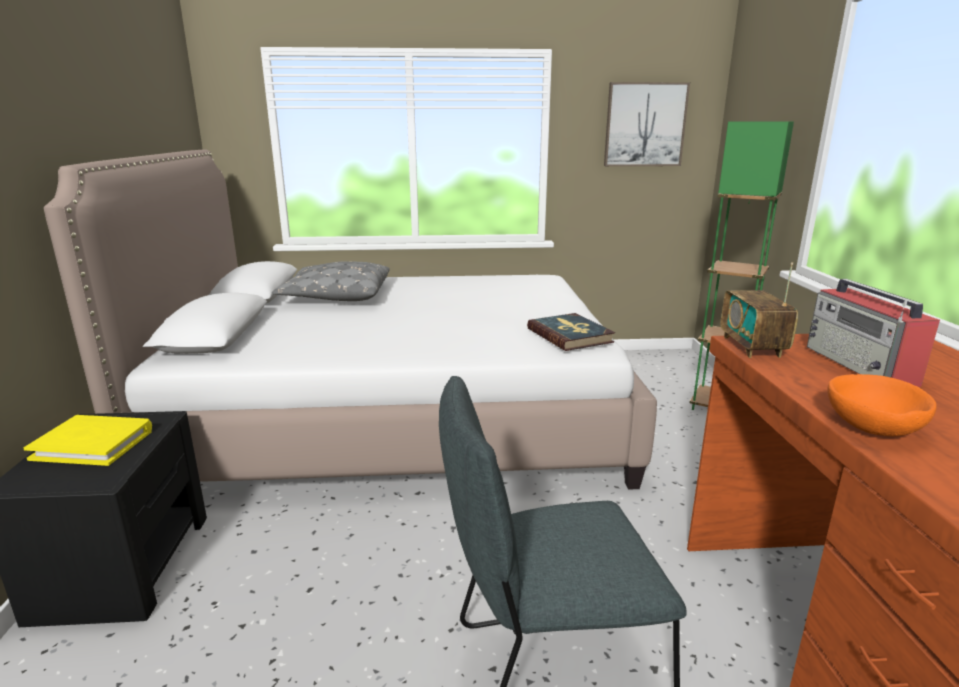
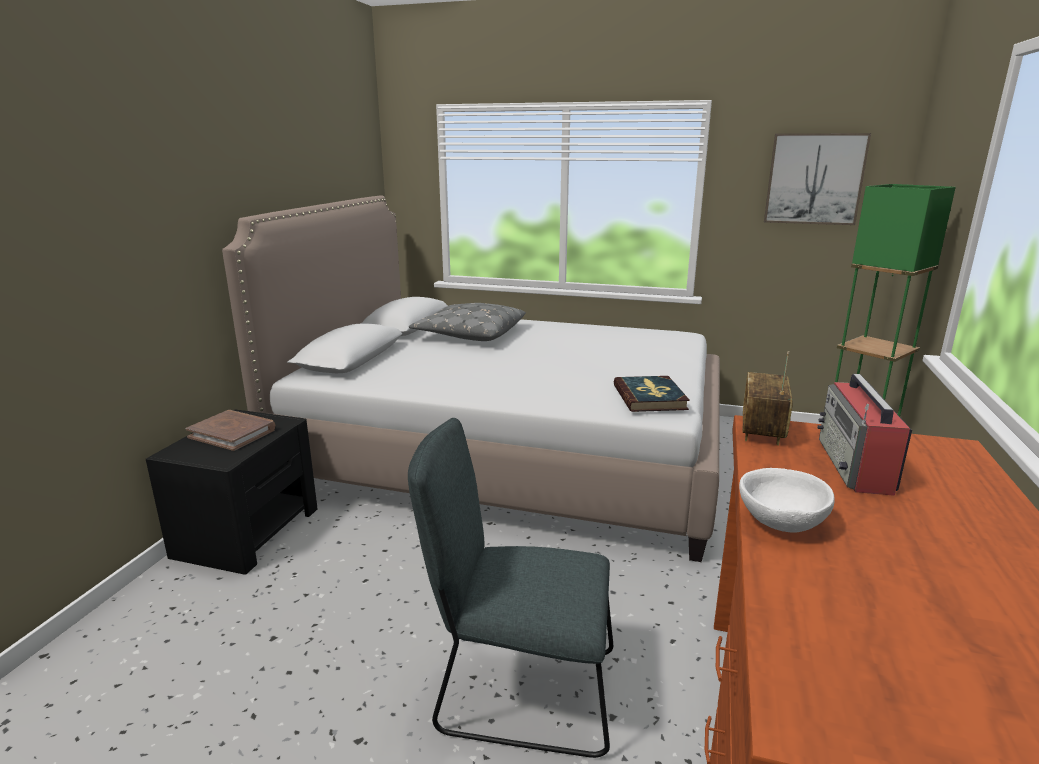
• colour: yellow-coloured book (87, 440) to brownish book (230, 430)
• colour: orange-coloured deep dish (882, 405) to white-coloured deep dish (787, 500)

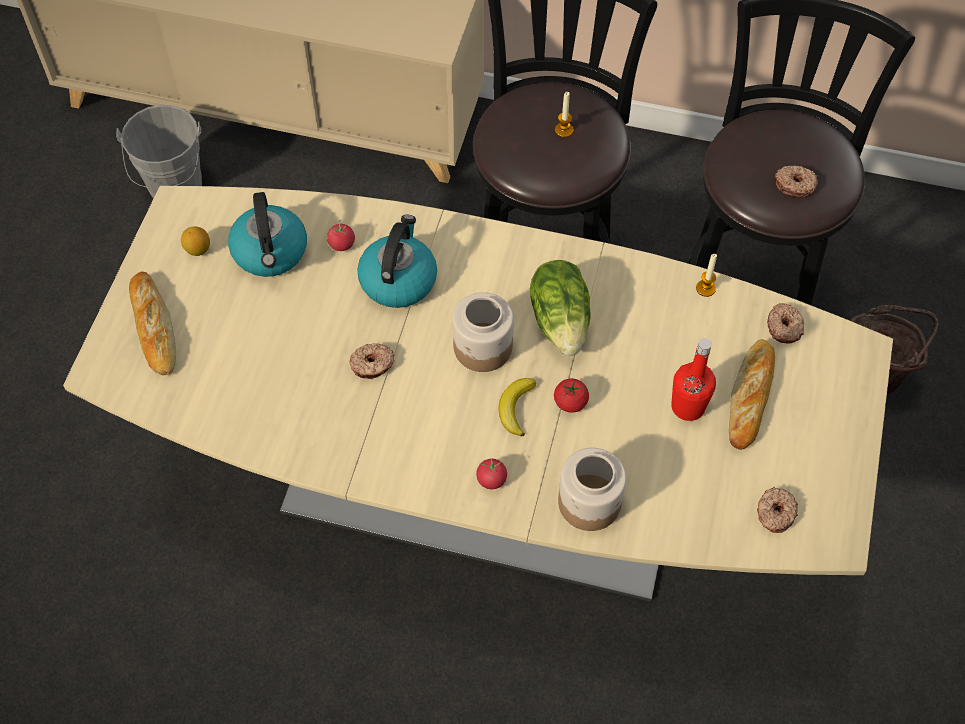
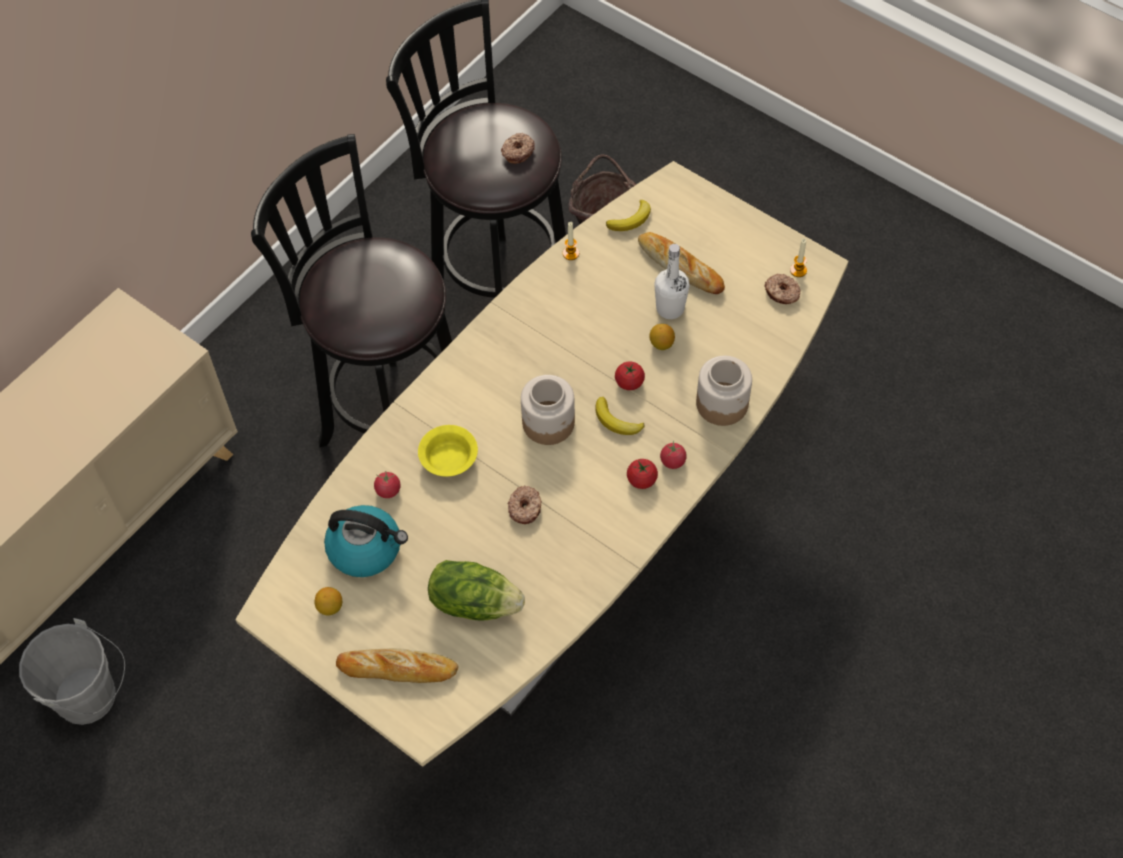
• exchanged: water kettle (397, 261) to yellow-coloured deep dish (448, 451)
• relocated: lettuce (560, 308) to (476, 590)
• exchanged: doughnut (785, 323) to banana (628, 215)
• appeared: tomato (642, 474)
• appeared: lemon (662, 337)
• colour: reddish drink bottle (693, 379) to white-coloured drink bottle (672, 281)
• relocated: wax light (564, 114) to (798, 258)

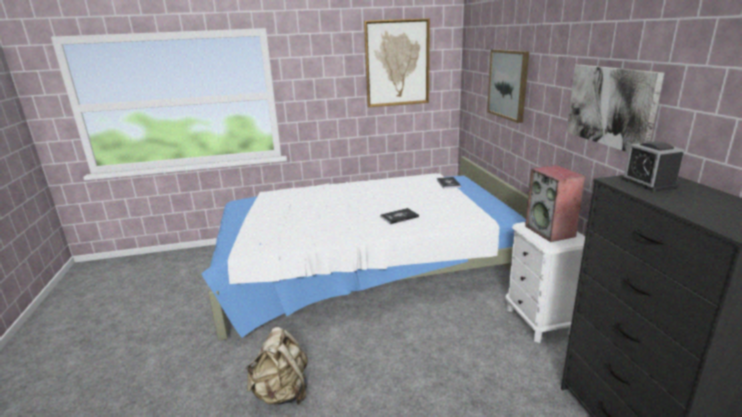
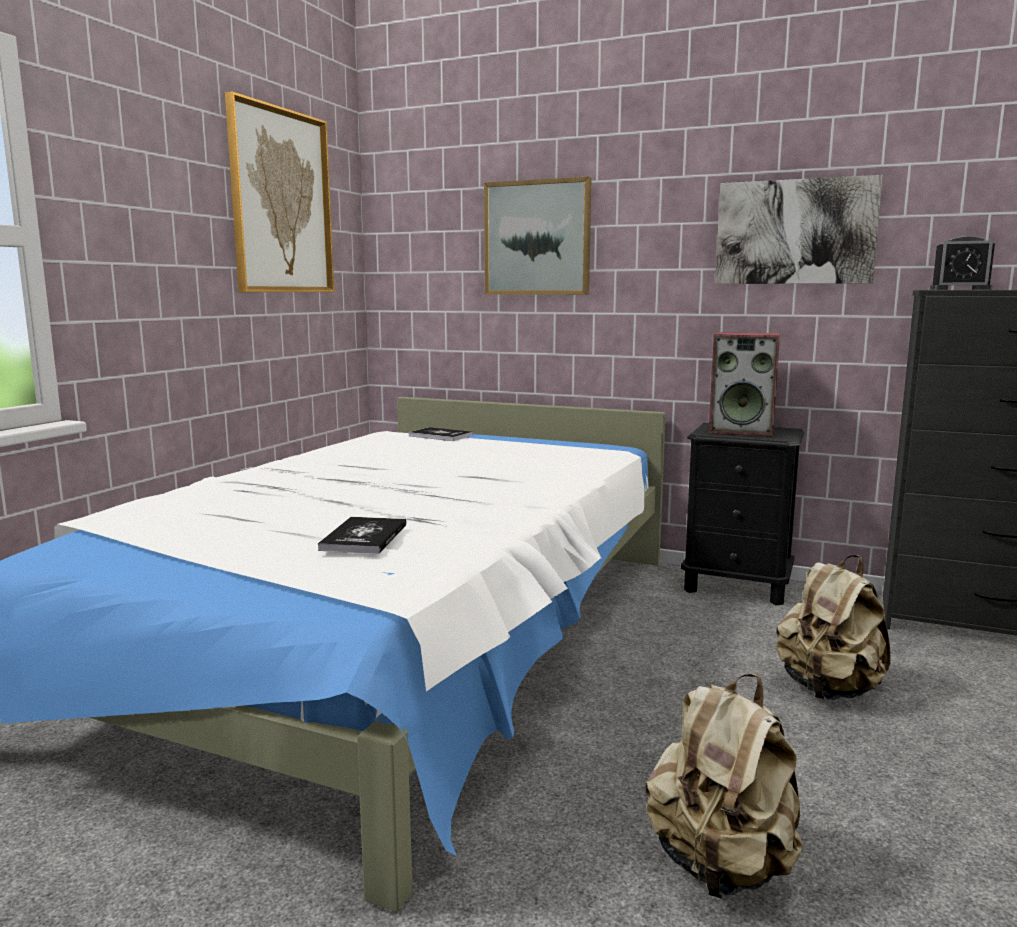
• relocated: book (399, 216) to (362, 535)
• colour: white-coloured night table (545, 282) to black night table (742, 514)
• appeared: sand-coloured knapsack (833, 627)

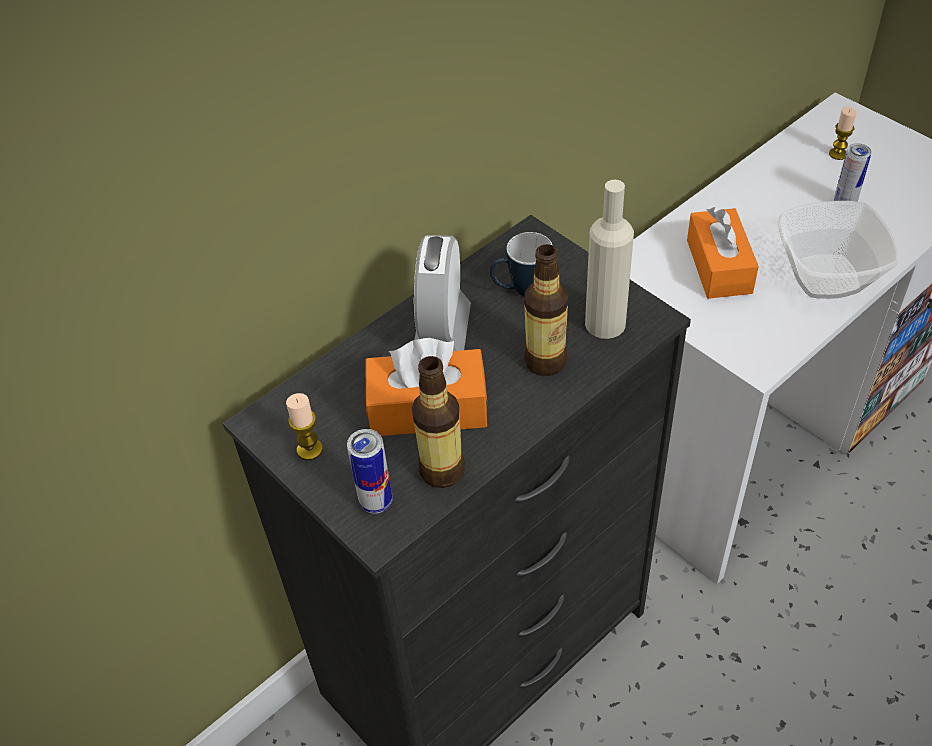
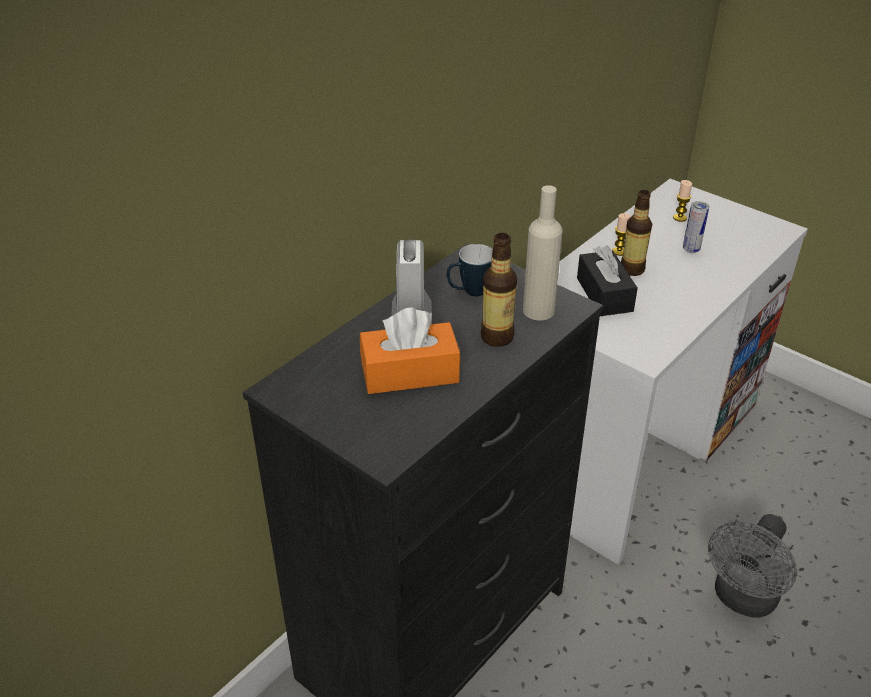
• colour: orange-coloured box of tissues (723, 253) to black box of tissues (607, 281)
• relocated: wax light (304, 426) to (621, 234)
• relocated: drink bottle (438, 422) to (636, 233)
• appeared: greyish electric fan (752, 566)
• missing: can (369, 471)
• missing: deep dish (838, 250)

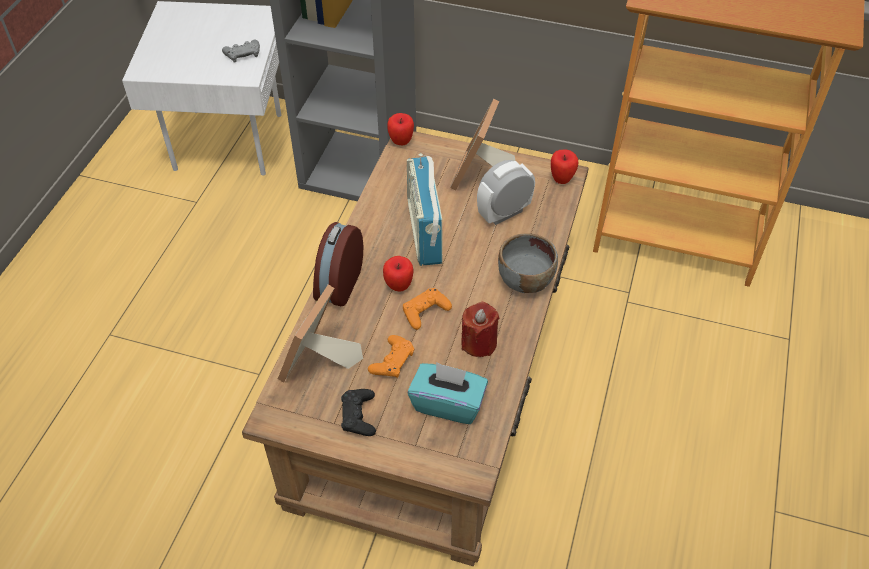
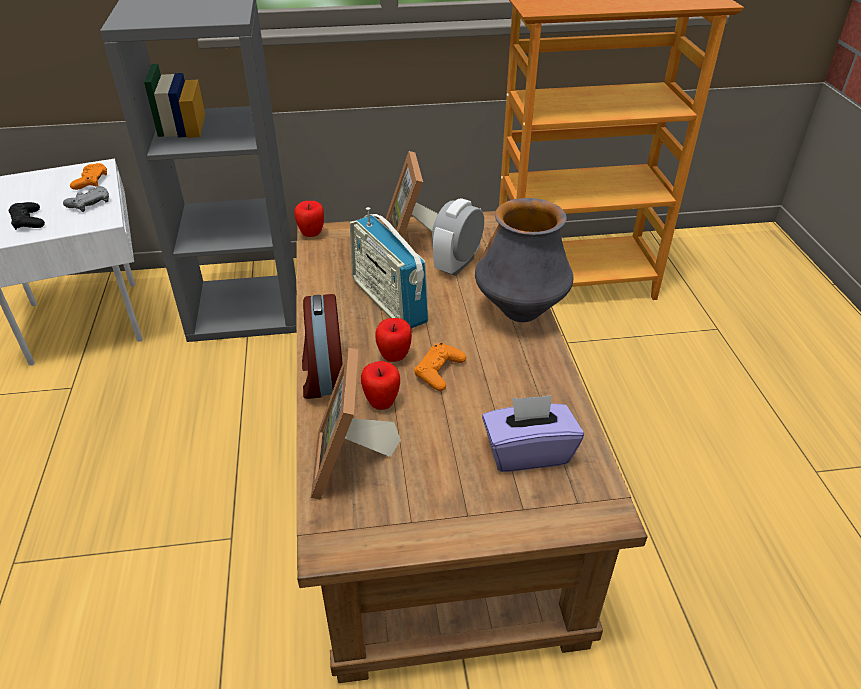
• relocated: black joypad (358, 412) to (26, 216)
• relocated: orange-coloured joypad (391, 356) to (88, 176)
• relocated: apple (564, 167) to (380, 385)
• exchanged: greyish deep dish (528, 263) to vase (524, 260)
• colour: turquoise box of tissues (448, 393) to purple-coloured box of tissues (533, 433)
• missing: reddish wax light (480, 329)

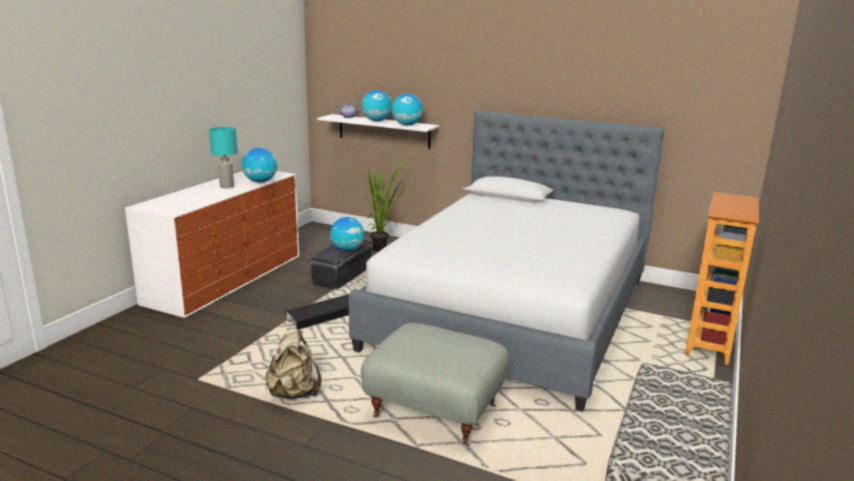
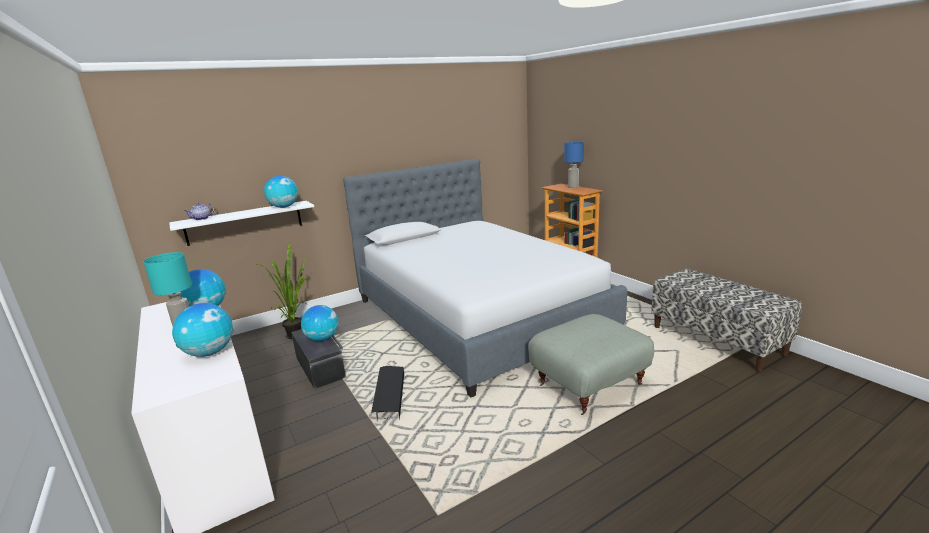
• relocated: desk globe (377, 105) to (203, 330)
• appeared: blue tabletop lamp (574, 165)
• missing: sand-coloured knapsack (293, 364)

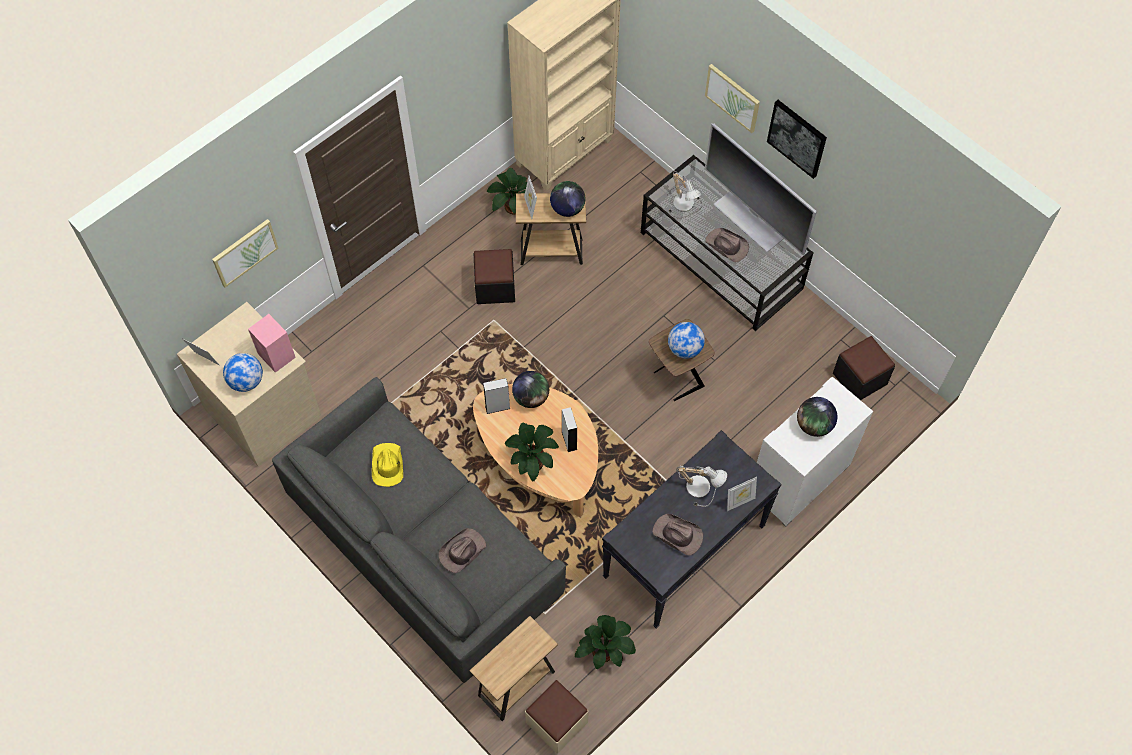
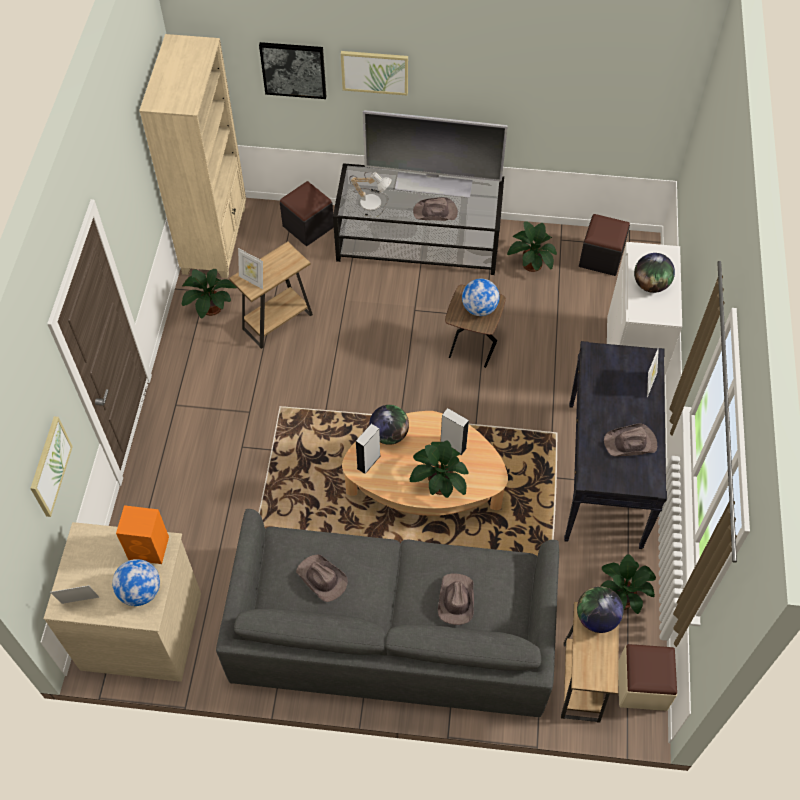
• colour: pink-coloured speaker (272, 343) to orange-coloured speaker (142, 534)
• relocated: picture (797, 139) to (292, 70)
• relocated: black ottoman (494, 276) to (307, 213)
• colour: yellow-coloured hat (387, 465) to brownish hat (322, 578)
• appeared: potted plant (532, 246)
• relocated: desk globe (567, 199) to (600, 609)
• missing: tabletop lamp (701, 486)

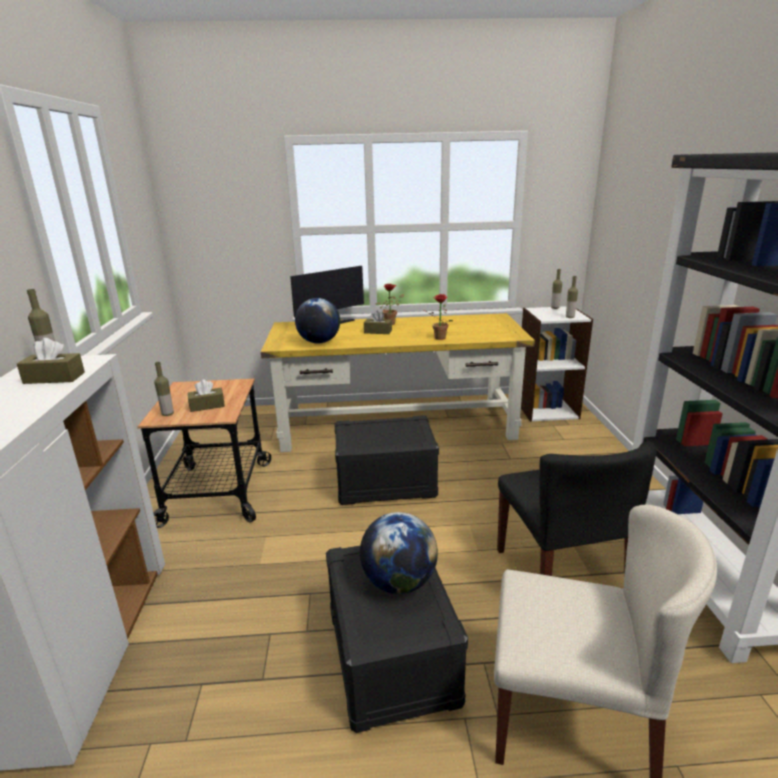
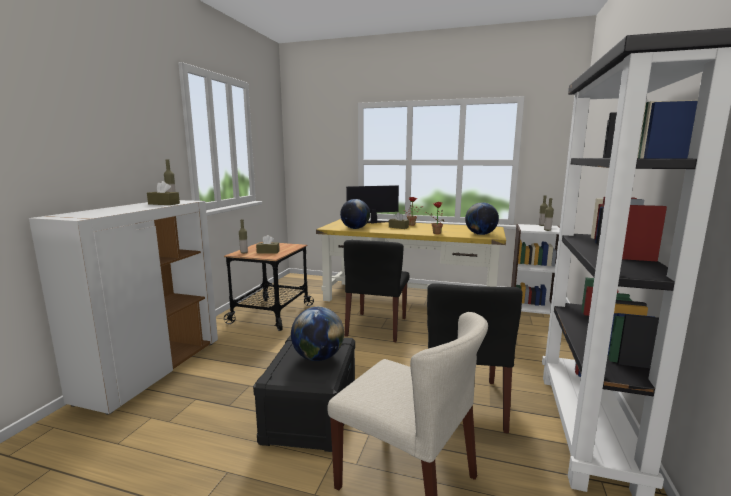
• exchanged: black storage box (387, 460) to black upright chair (377, 291)
• appeared: desk globe (482, 218)

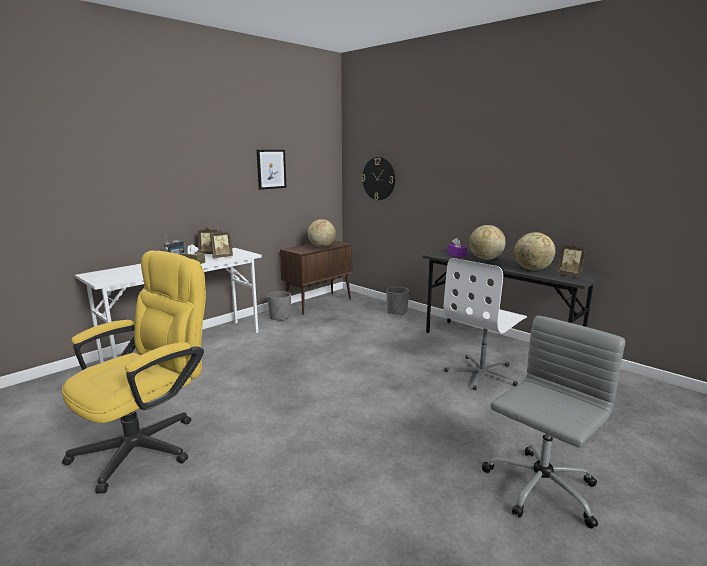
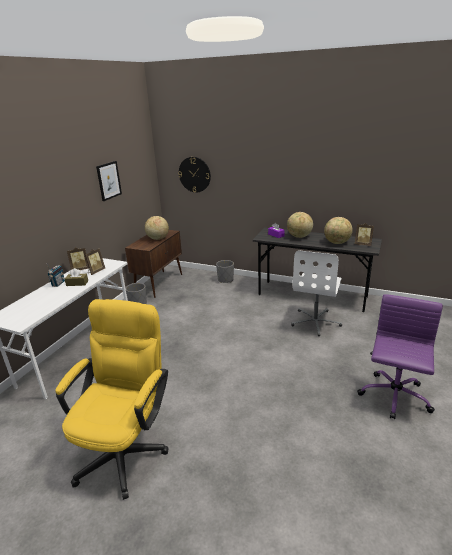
• colour: greyish computer chair (553, 422) to purple-coloured computer chair (400, 356)

